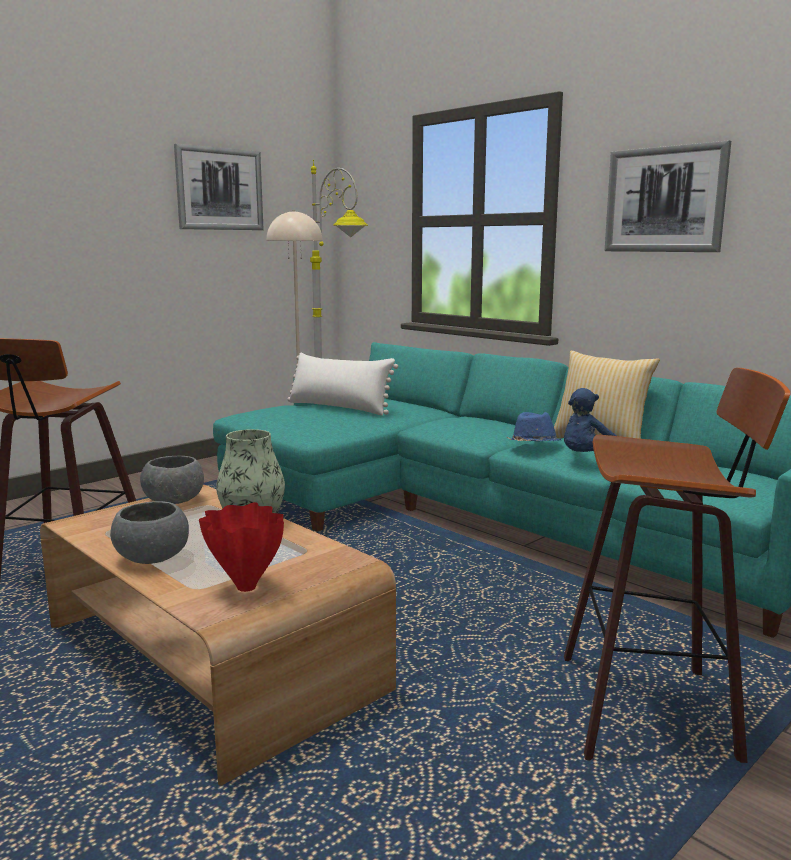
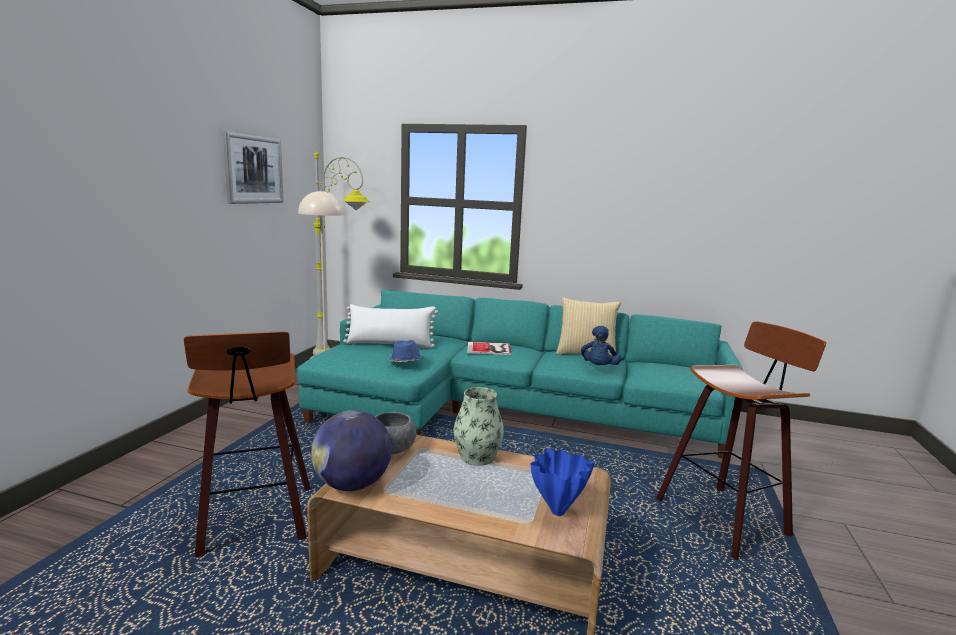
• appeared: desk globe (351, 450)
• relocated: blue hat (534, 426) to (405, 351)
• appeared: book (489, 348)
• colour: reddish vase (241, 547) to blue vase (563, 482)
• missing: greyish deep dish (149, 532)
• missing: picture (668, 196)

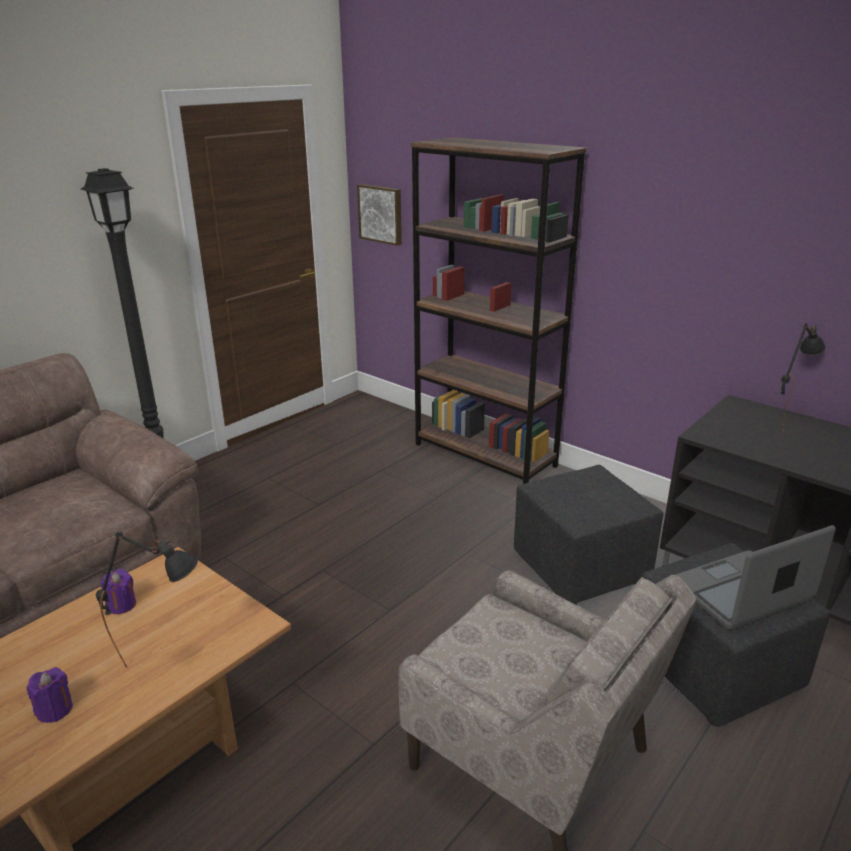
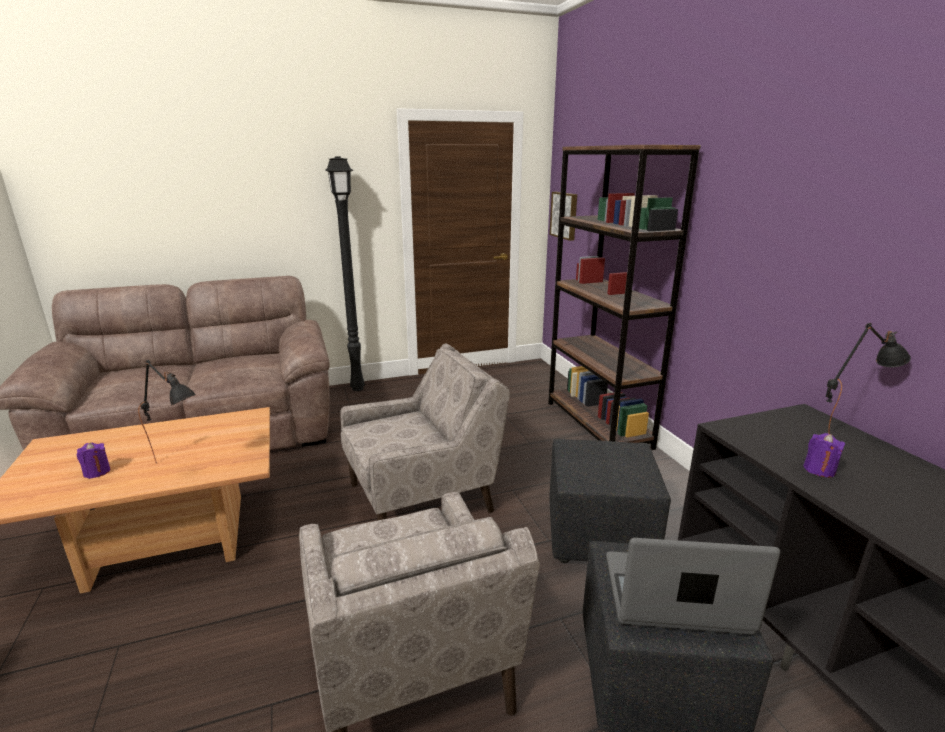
• appeared: sand-coloured lounge chair (425, 432)
• relocated: purple-coloured wax light (118, 591) to (824, 455)

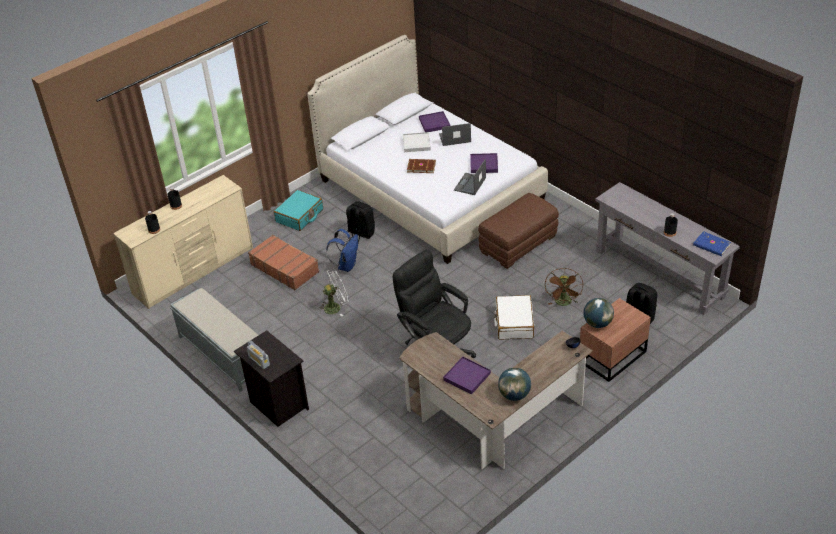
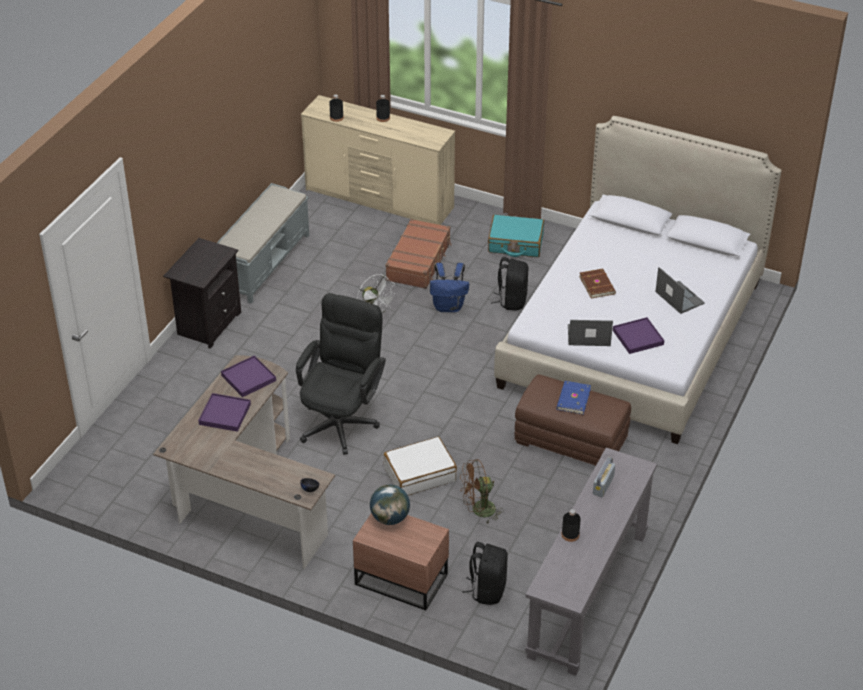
• relocated: purple-coloured tray (434, 121) to (248, 376)
• relocated: blue book (712, 243) to (573, 397)
• relocated: radio set (258, 354) to (604, 477)
• missing: white-coloured tray (417, 142)
• missing: desk globe (514, 384)

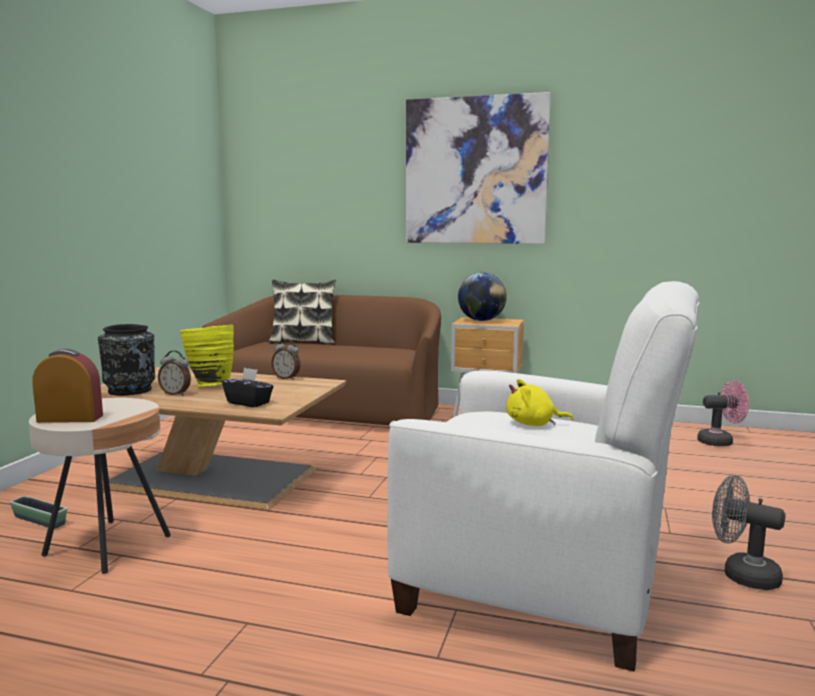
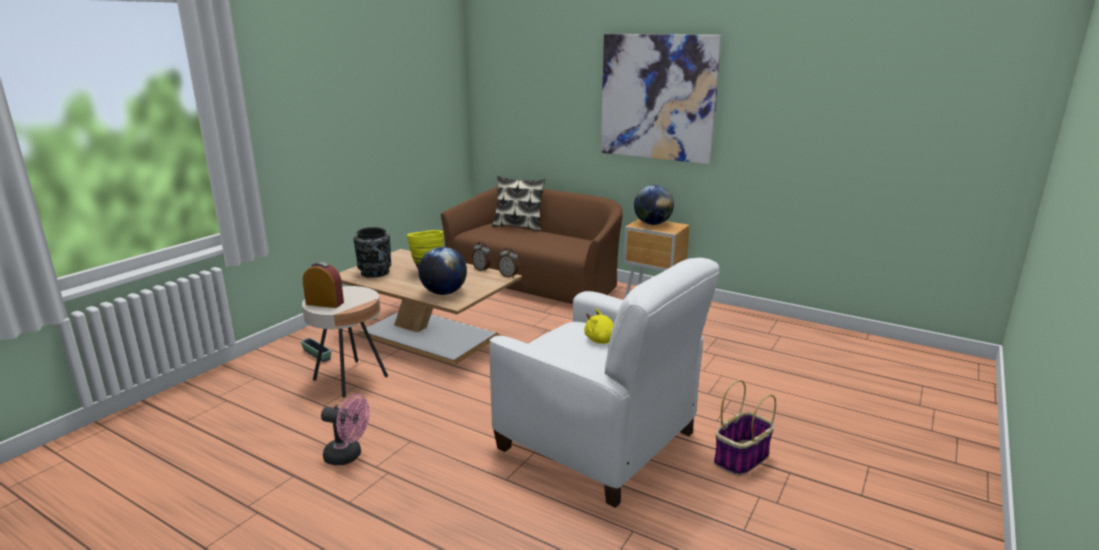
• relocated: pink-coloured electric fan (723, 413) to (345, 429)
• exchanged: black box of tissues (248, 387) to desk globe (442, 271)
• relocated: bedside clock (174, 372) to (508, 263)
• exchanged: greyish electric fan (749, 532) to storage basket (745, 428)

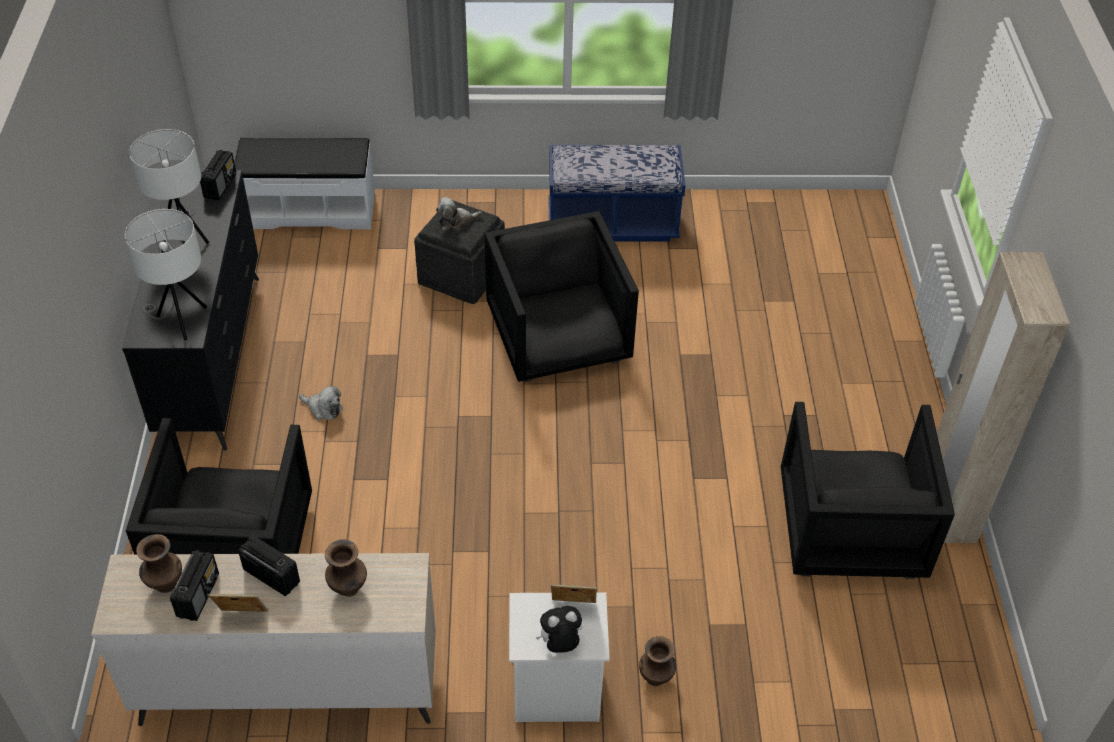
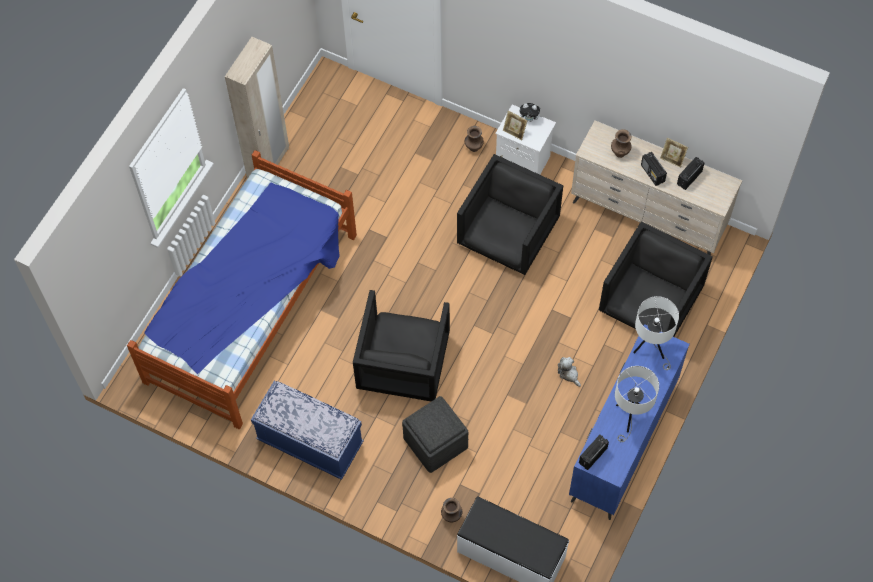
• appeared: bedroom bed (242, 289)
• relocated: brownish vase (159, 563) to (452, 510)
• relocated: black lounge chair (868, 490) to (510, 214)
• colour: black drawer chest (190, 310) to blue drawer chest (629, 422)
• missing: soft toy (459, 214)

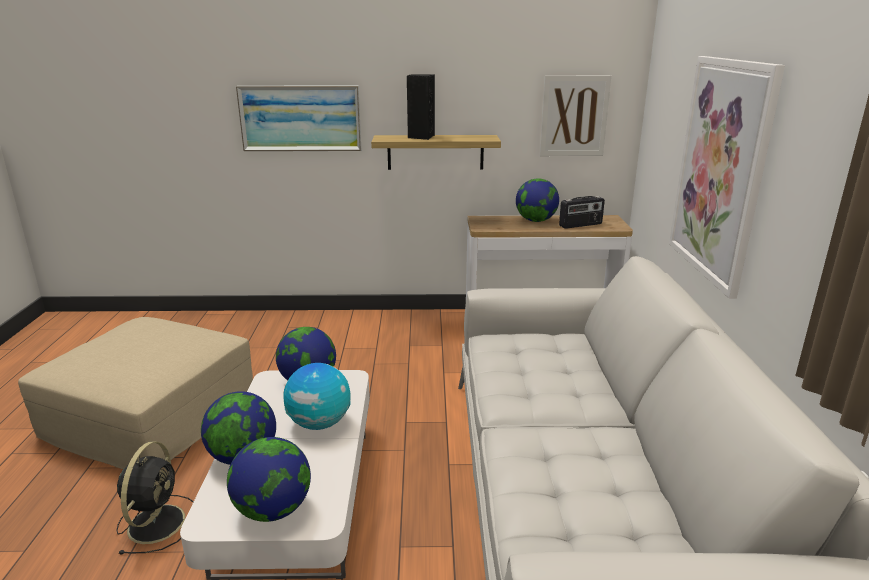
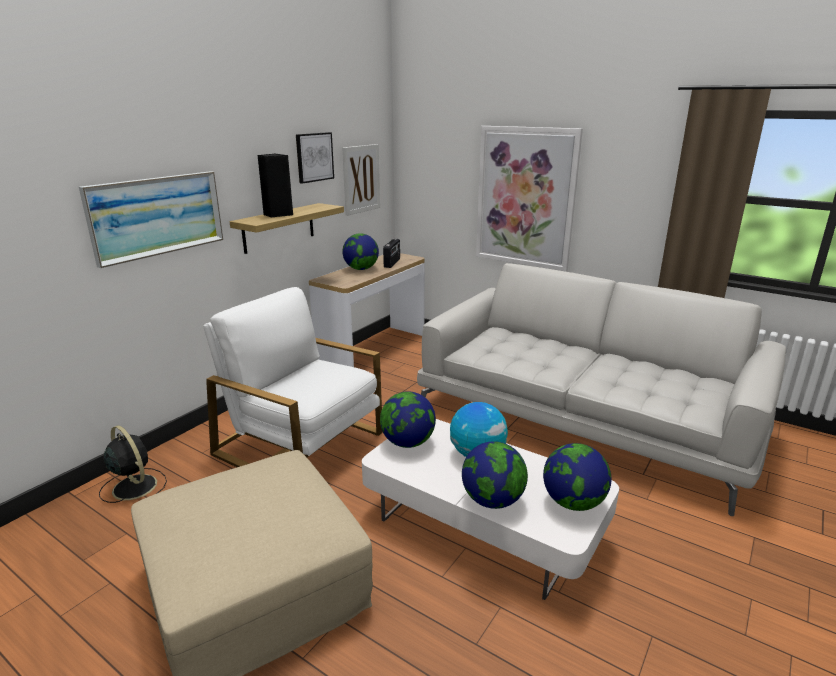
• relocated: black electric fan (155, 497) to (133, 464)
• appeared: white-coloured lounge chair (293, 377)
• appeared: picture (315, 158)

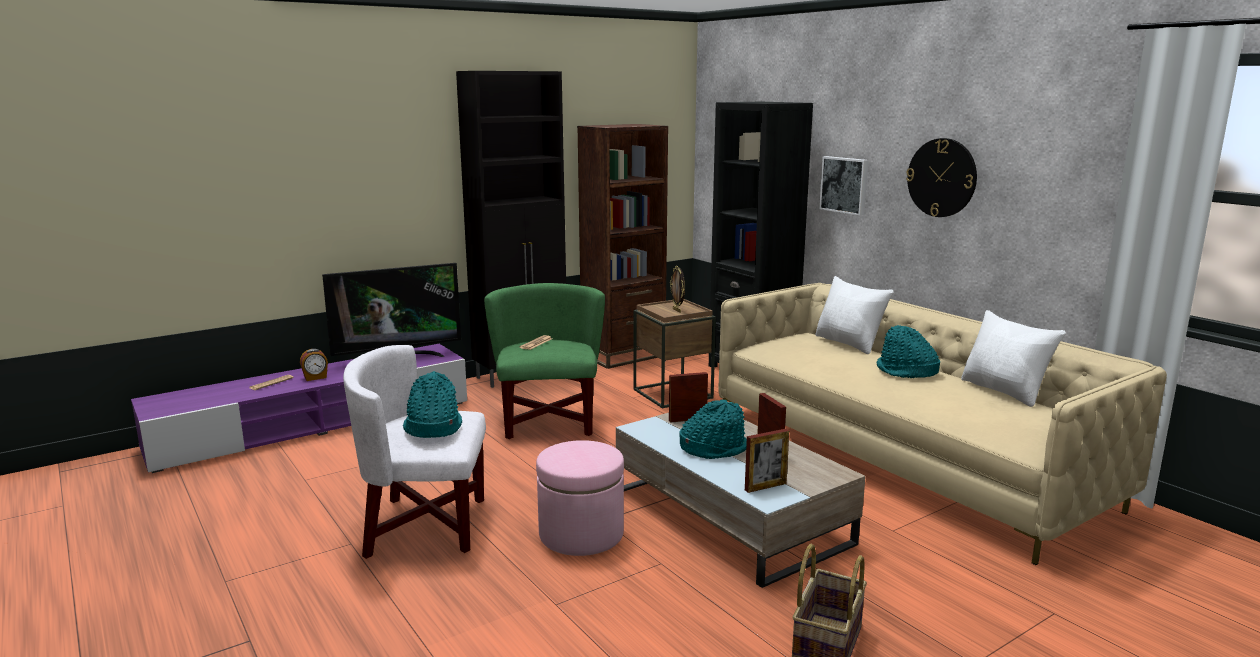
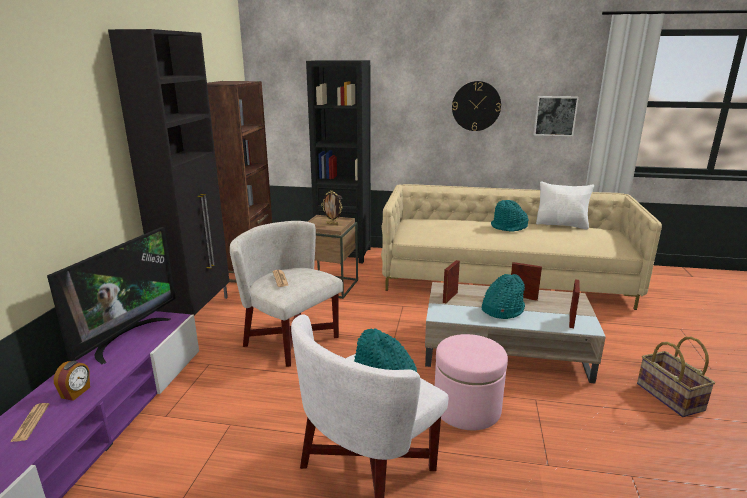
• colour: greenish lounge chair (544, 361) to white-coloured lounge chair (286, 294)
• relocated: picture (843, 186) to (556, 116)
• missing: white-coloured throw pillow (854, 315)

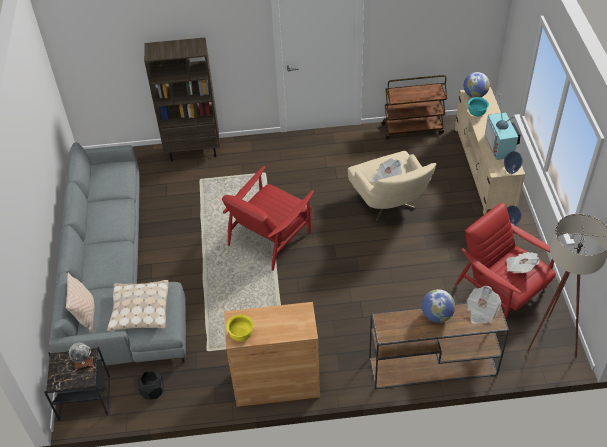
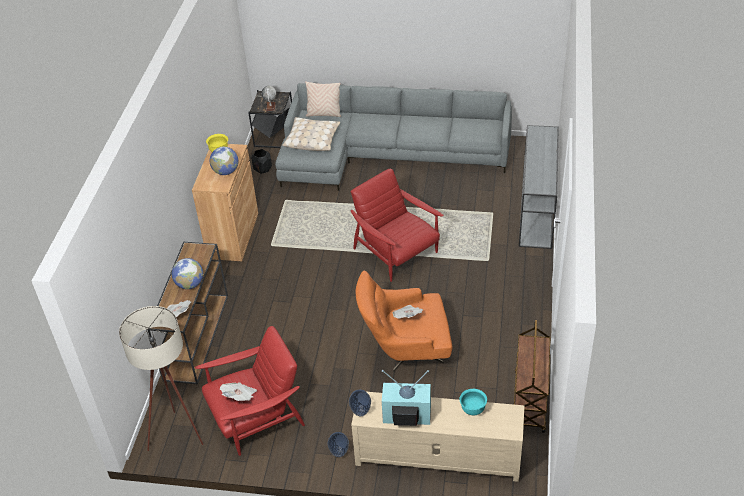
• relocated: desk globe (477, 85) to (224, 161)
• colour: sand-coloured lounge chair (392, 186) to orange-coloured lounge chair (404, 321)
• exchanged: brownish bookshelf (182, 99) to greyish console table (539, 187)

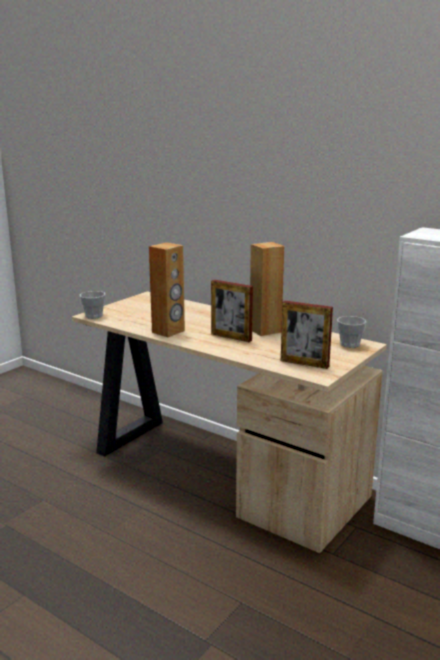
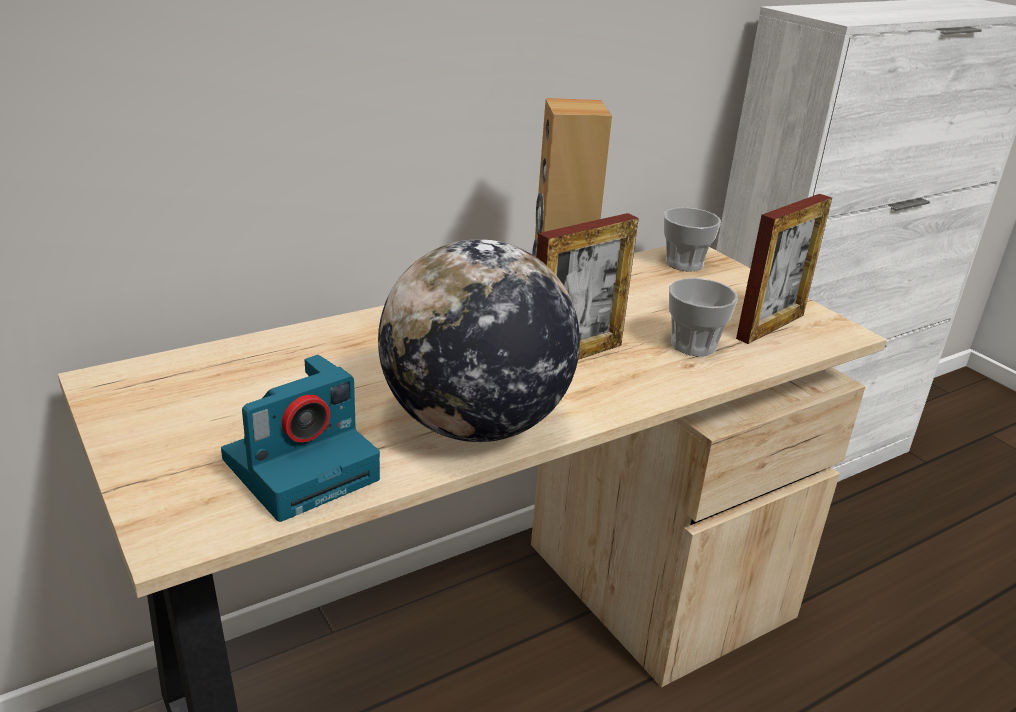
• appeared: photo camera (300, 438)
• exchanged: brownish speaker (167, 289) to desk globe (479, 340)
• relocated: drinking cup (92, 305) to (703, 317)

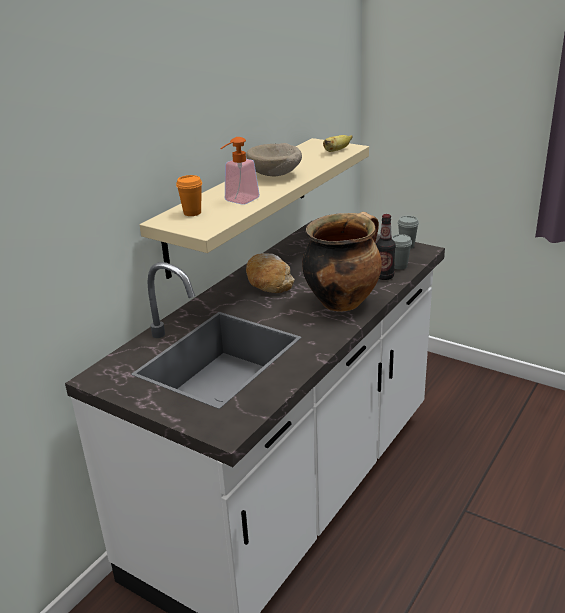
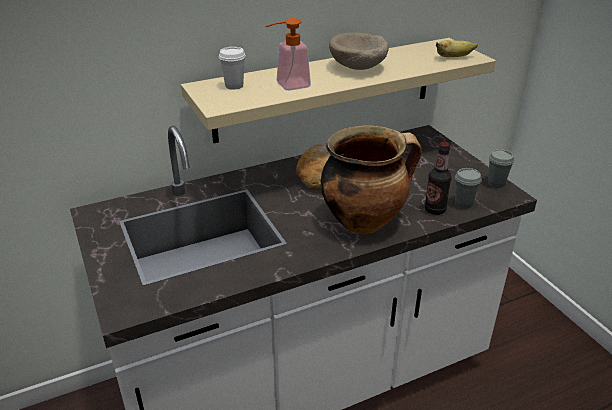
• colour: orange-coloured drinking cup (189, 195) to white-coloured drinking cup (232, 68)

